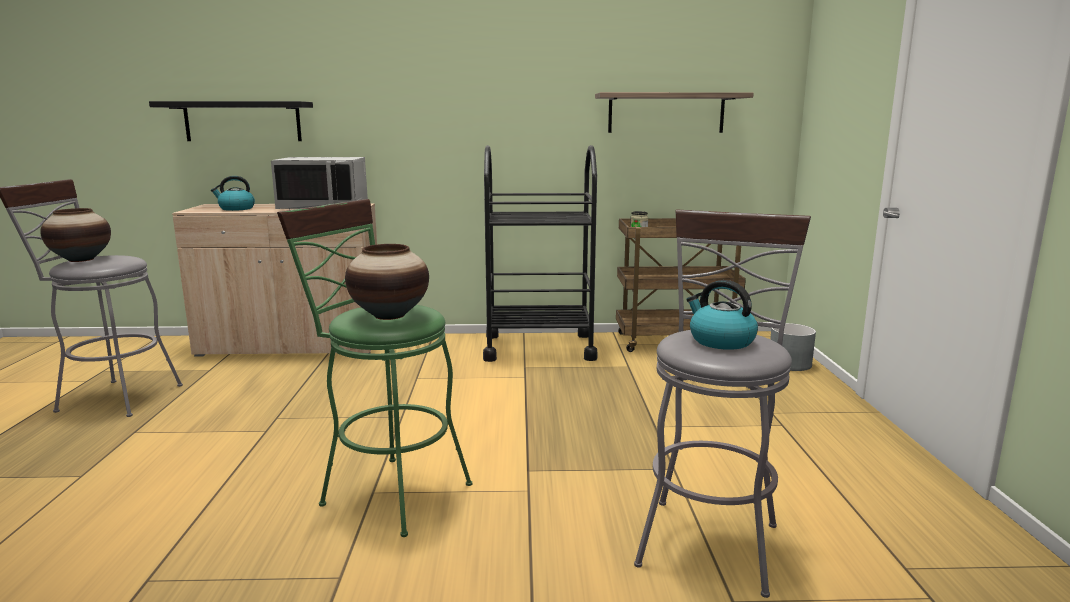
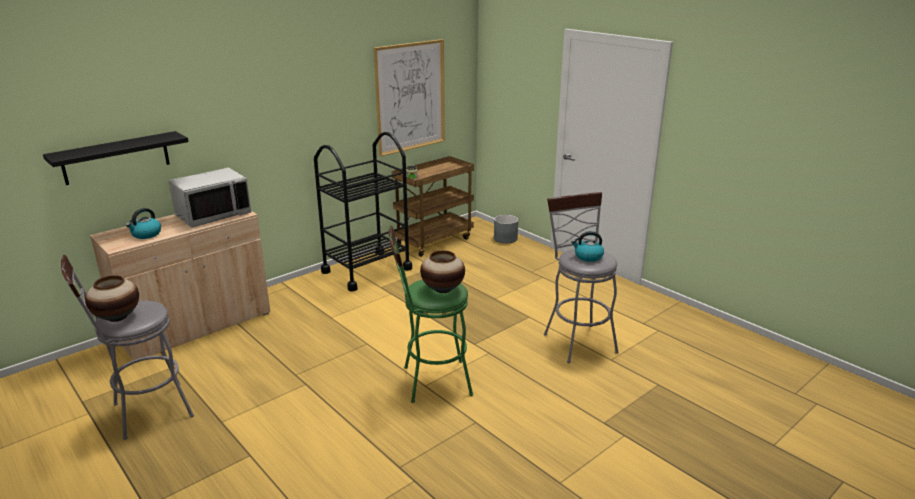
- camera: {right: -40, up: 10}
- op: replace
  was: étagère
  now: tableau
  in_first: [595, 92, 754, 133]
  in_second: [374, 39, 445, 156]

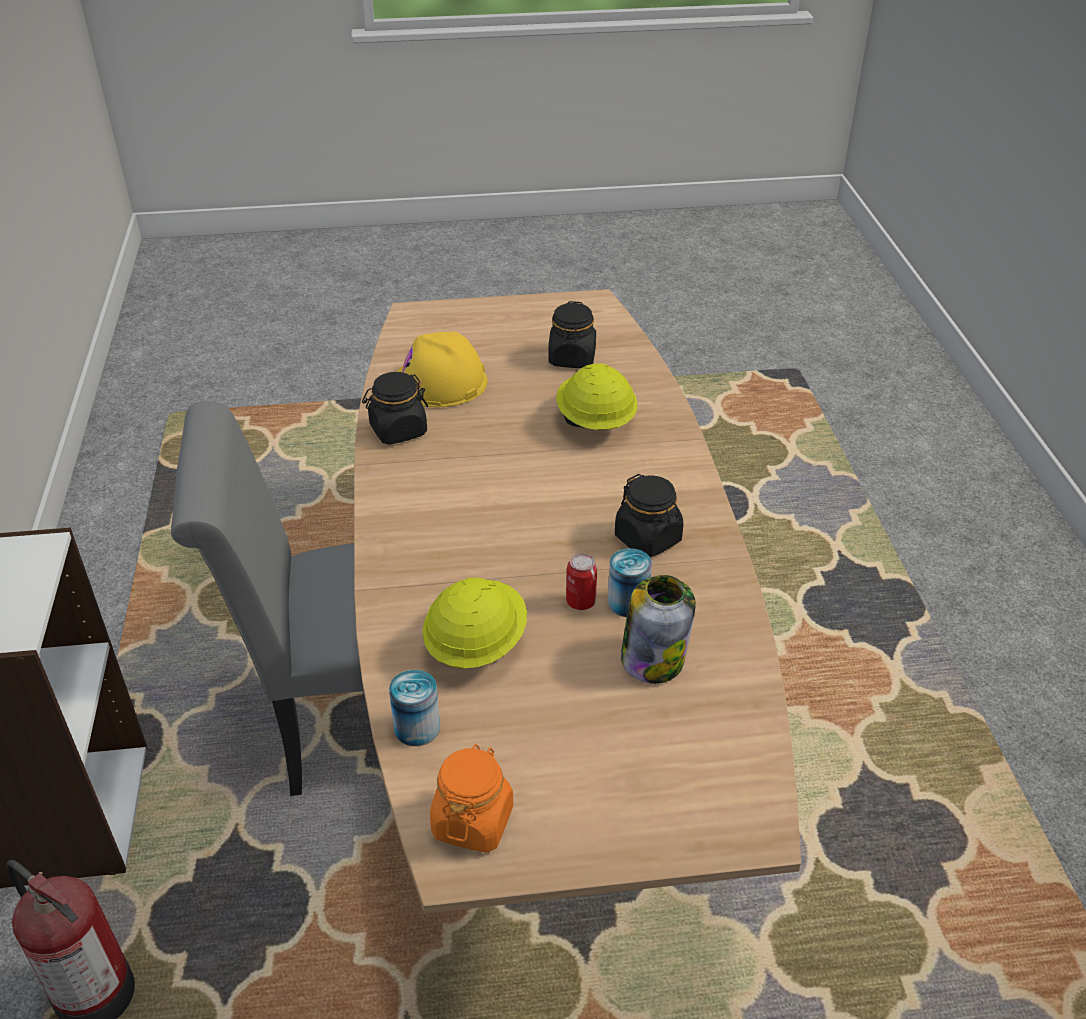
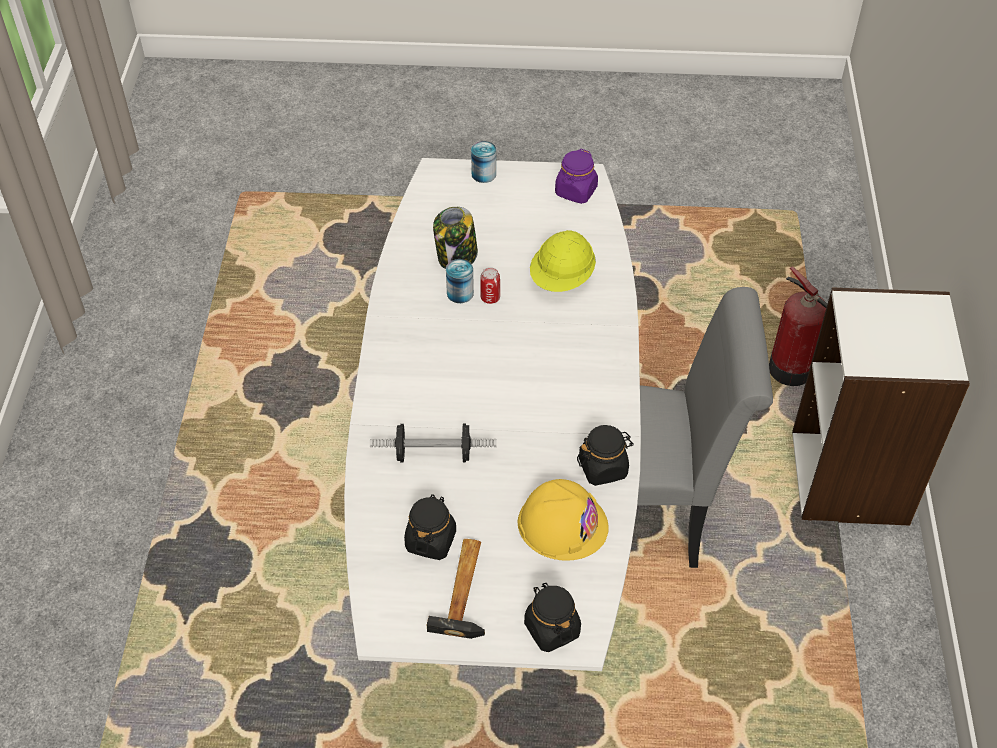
- camera: {right: -170, up: 10}
- op: recolor
  was: table à manger (marron)
  now: table à manger (blanc)
  in_first: [354, 289, 801, 914]
  in_second: [344, 158, 641, 671]
- op: replace
  was: casque de chantier (jaune)
  now: haltère
  in_first: [556, 363, 638, 430]
  in_second: [370, 424, 496, 463]
- op: insert
  now: marteau
  in_second: [427, 539, 485, 639]
- op: move
  was: boîte métallique
  in_first: [389, 670, 440, 746]
  in_second: [471, 141, 496, 183]
- op: move
  was: bocal (noir)
  in_first: [615, 474, 683, 558]
  in_second: [524, 583, 581, 652]
- op: recolor
  was: bocal (orange)
  now: bocal (violet)
  in_first: [430, 744, 513, 853]
  in_second: [555, 149, 598, 204]

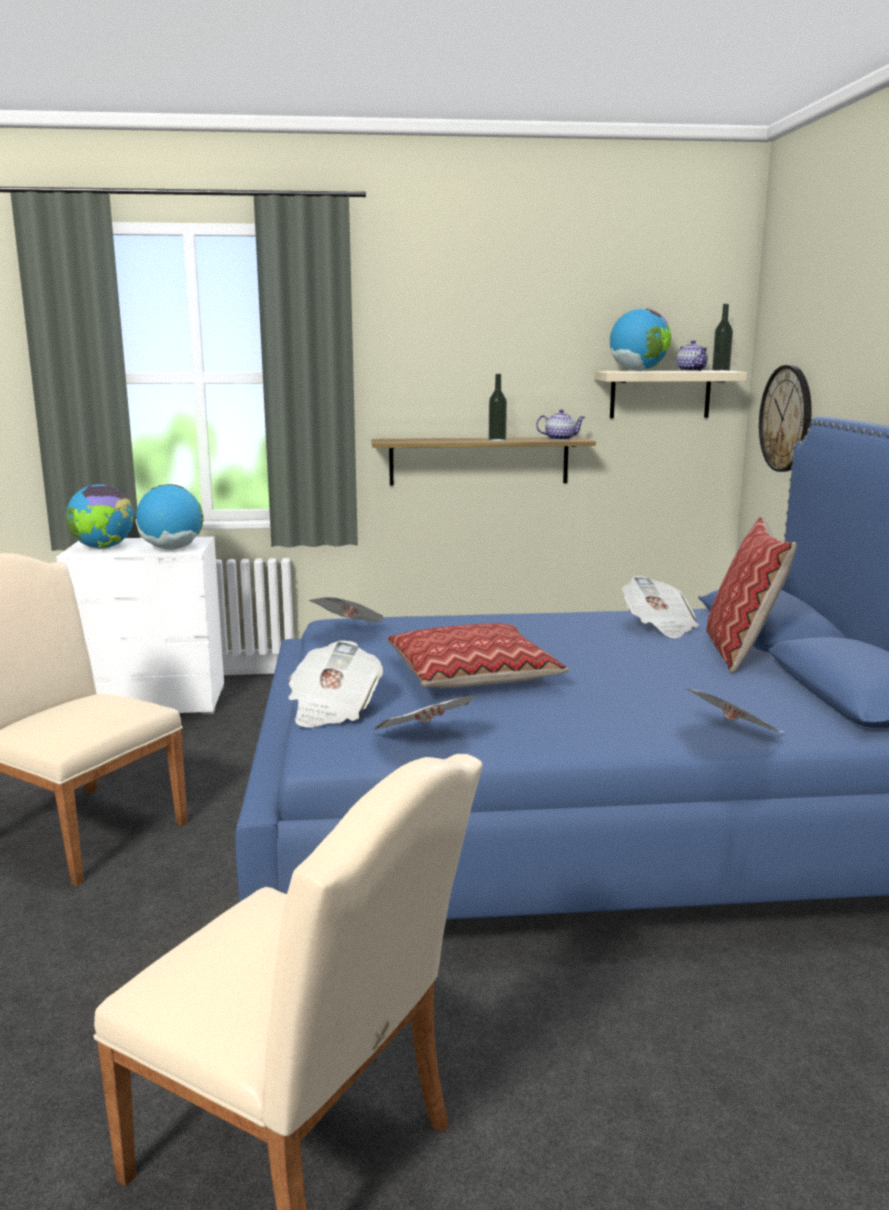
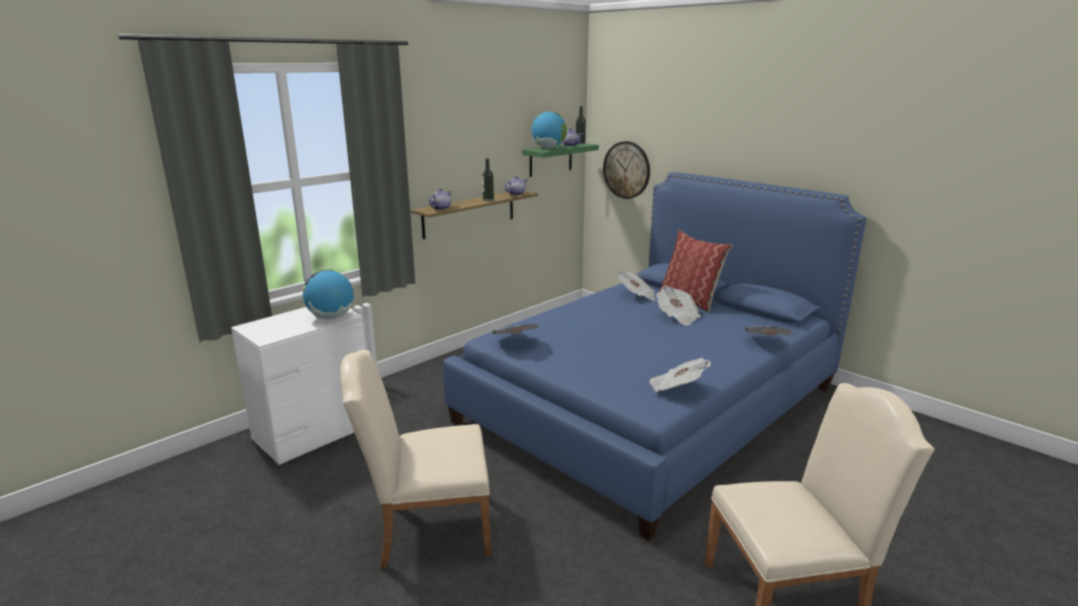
- camera: {right: -40, up: 5}
- op: insert
  now: théière
  in_second: [429, 189, 451, 210]
- op: recolor
  was: étagère (beige)
  now: étagère (vert)
  in_first: [595, 371, 747, 418]
  in_second: [522, 143, 599, 177]
- op: move
  was: journal
  in_first: [288, 640, 383, 727]
  in_second: [656, 286, 701, 326]
- op: delete
  was: globe
  in_first: [66, 485, 134, 549]
- op: delete
  was: coussin
  in_first: [387, 623, 569, 688]

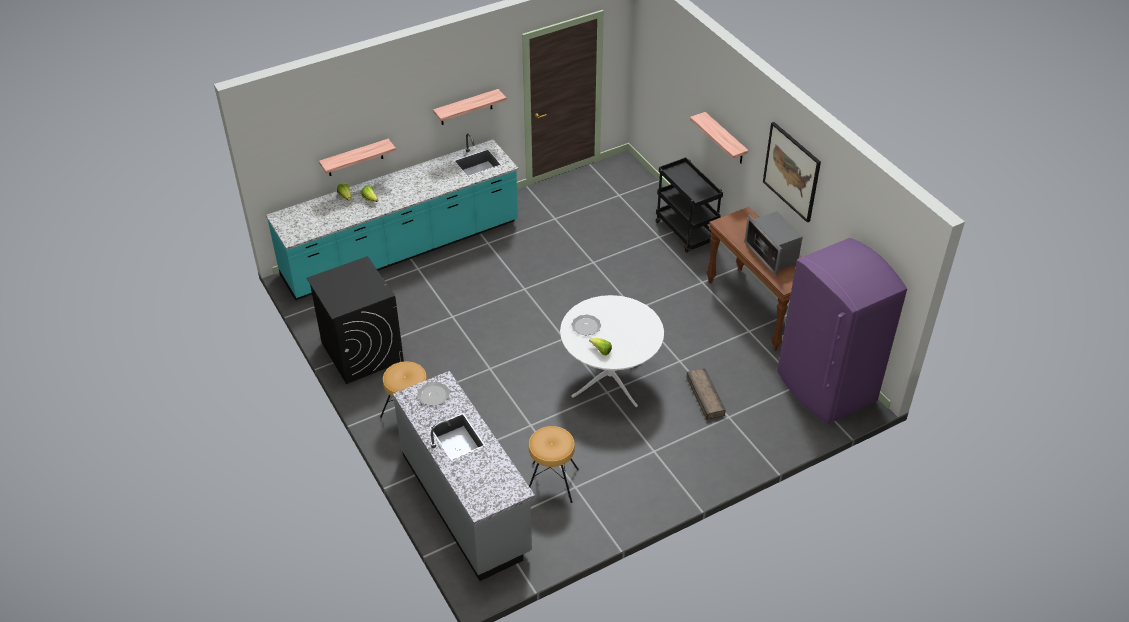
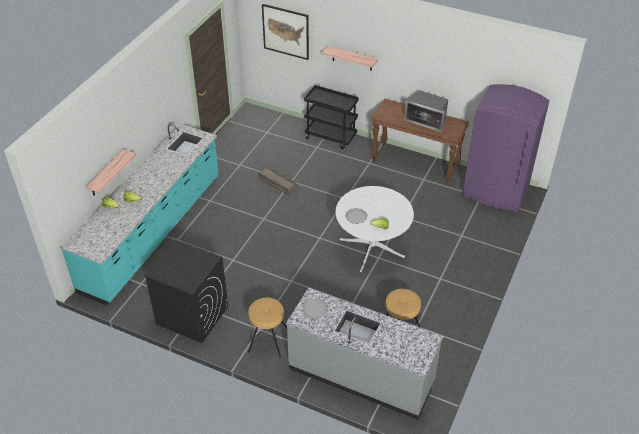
- camera: {right: -35, up: 0}
- op: move
  was: caisse
  in_first: [686, 368, 726, 420]
  in_second: [258, 167, 297, 195]
- op: move
  was: tableau
  in_first: [763, 122, 821, 222]
  in_second: [262, 4, 309, 60]
- op: delete
  was: étagère
  in_first: [433, 89, 507, 125]

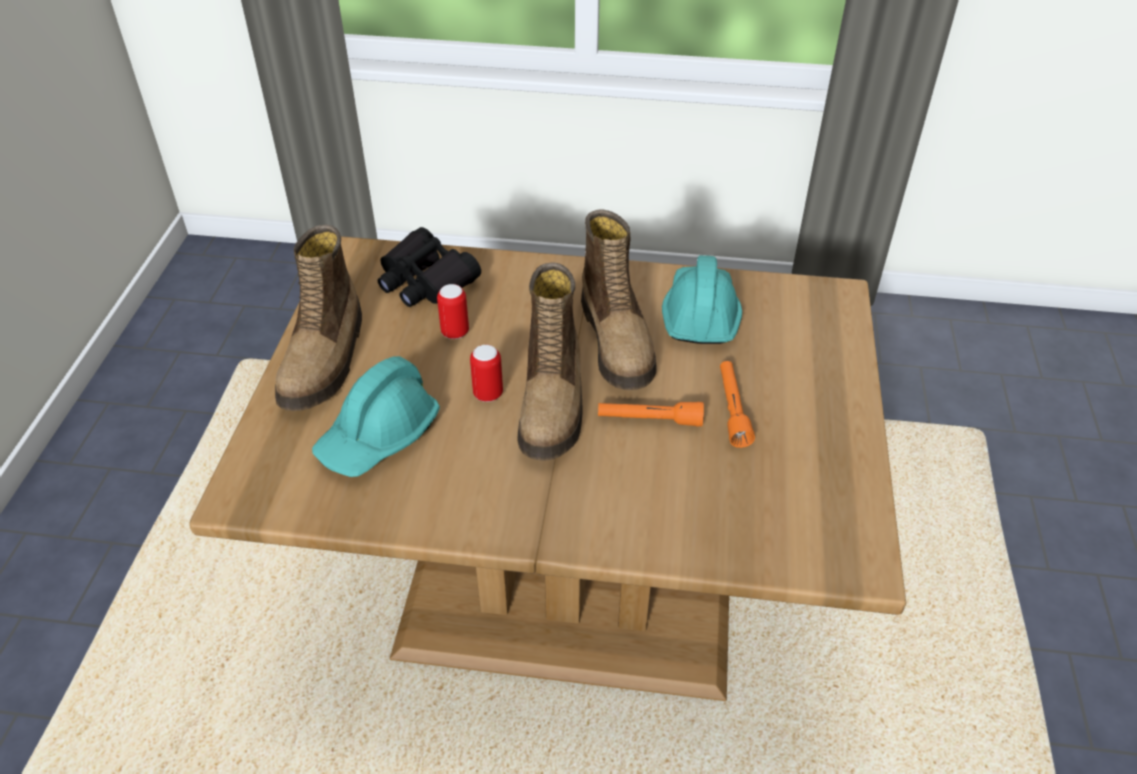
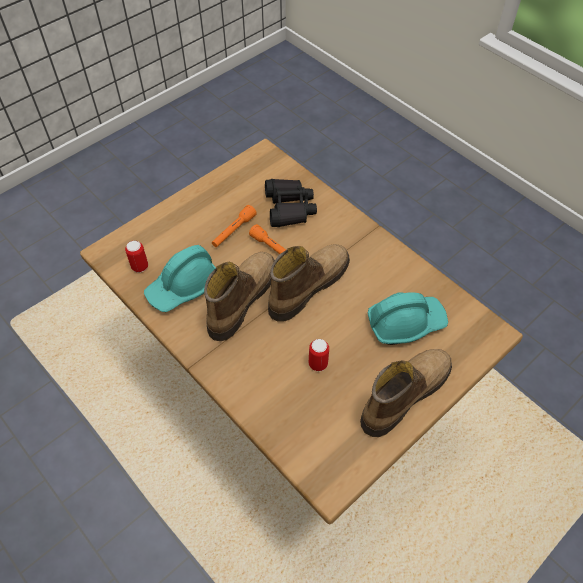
- camera: {right: -140, up: 10}
- op: move
  was: boîte métallique
  in_first: [470, 345, 503, 402]
  in_second: [125, 241, 148, 272]
- op: move
  was: jumelles (noir)
  in_first: [378, 227, 481, 307]
  in_second: [265, 179, 317, 227]

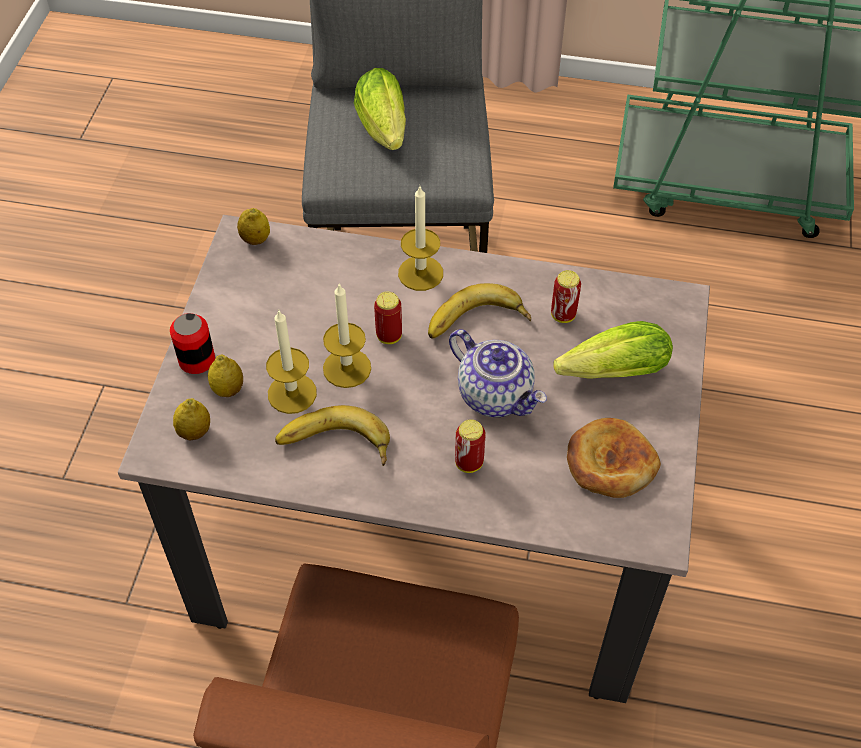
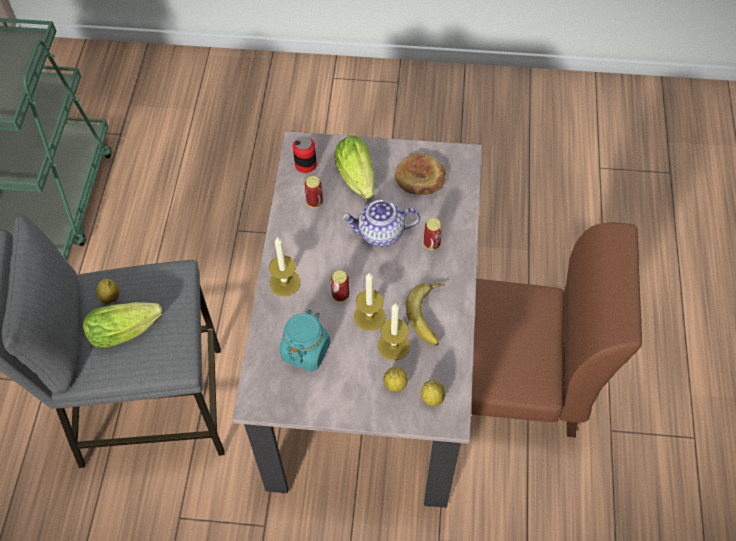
- camera: {right: -95, up: 5}
- op: move
  was: citron
  in_first: [237, 208, 270, 245]
  in_second: [96, 278, 119, 304]
- op: insert
  now: bocal (turquoise)
  in_second: [279, 310, 330, 372]
- op: move
  was: boîte métallique
  in_first: [170, 313, 215, 374]
  in_second: [293, 137, 317, 173]
- op: rotate
  was: théière
  in_first: [449, 329, 547, 417]
  in_second: [342, 200, 420, 247]
  clockwise: -135
- op: delete
  was: banane
  in_first: [428, 283, 531, 339]

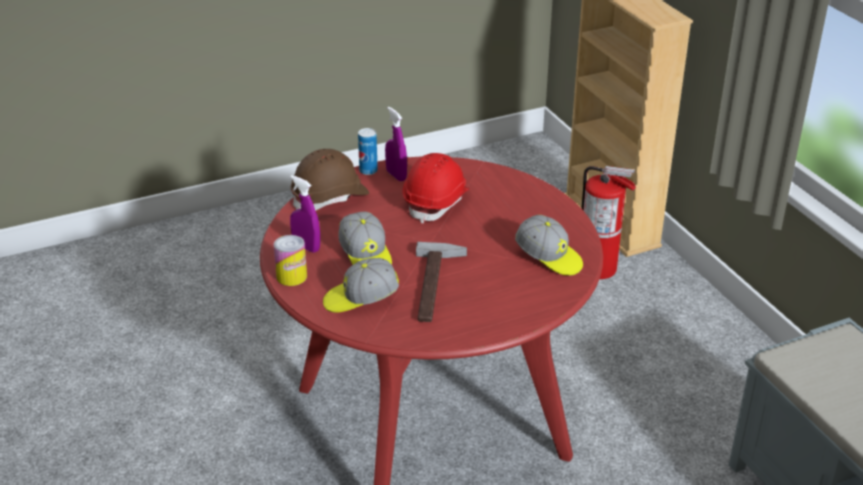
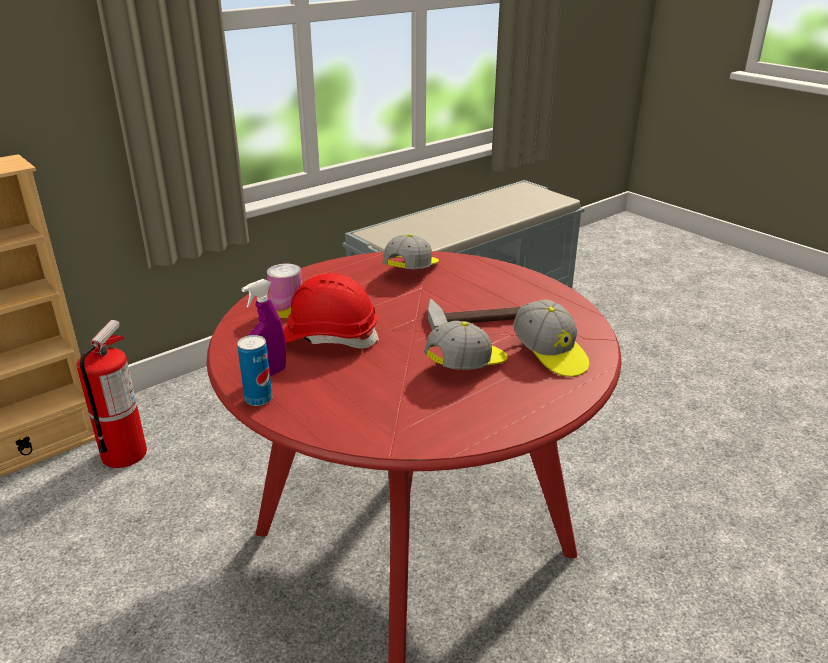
- camera: {right: -105, up: -5}
- op: move
  was: boîte métallique
  in_first: [273, 235, 307, 286]
  in_second: [267, 264, 302, 318]
- op: delete
  was: vaporisateur (violet)
  in_first: [290, 175, 320, 253]
- op: delete
  was: casque de chantier (marron)
  in_first: [291, 149, 369, 211]

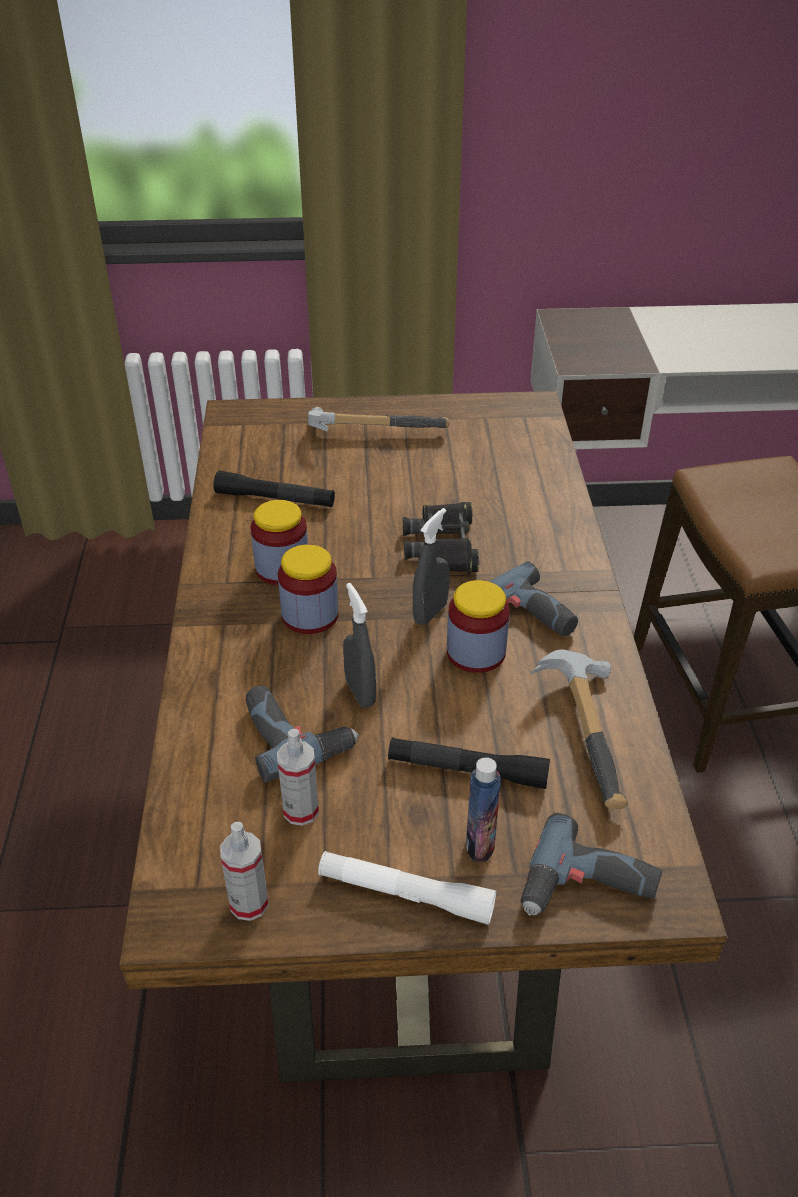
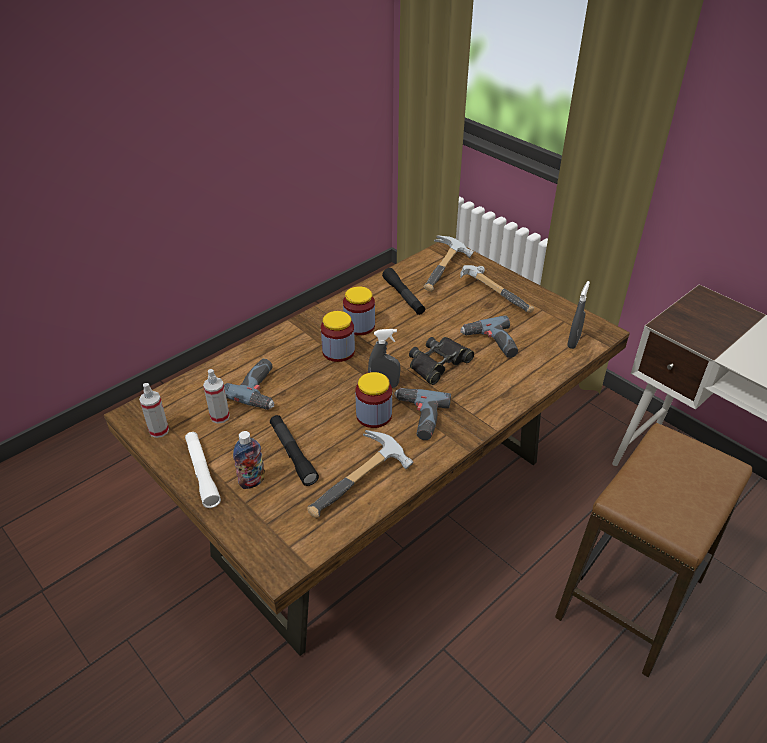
- camera: {right: 50, up: 0}
- op: insert
  now: marteau
  in_second: [424, 235, 474, 292]
- op: move
  was: perceuse
  in_first: [521, 813, 662, 916]
  in_second: [460, 315, 518, 358]
- op: move
  was: vaporisateur (gris)
  in_first: [343, 583, 376, 708]
  in_second: [567, 281, 590, 349]

